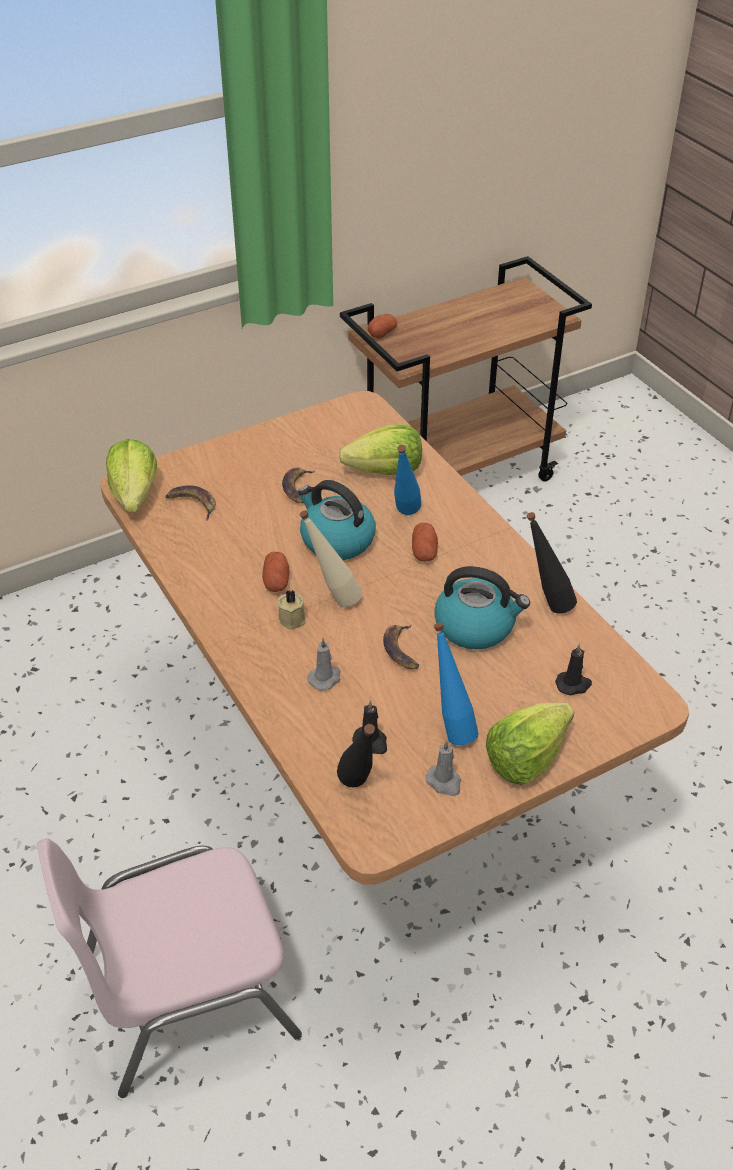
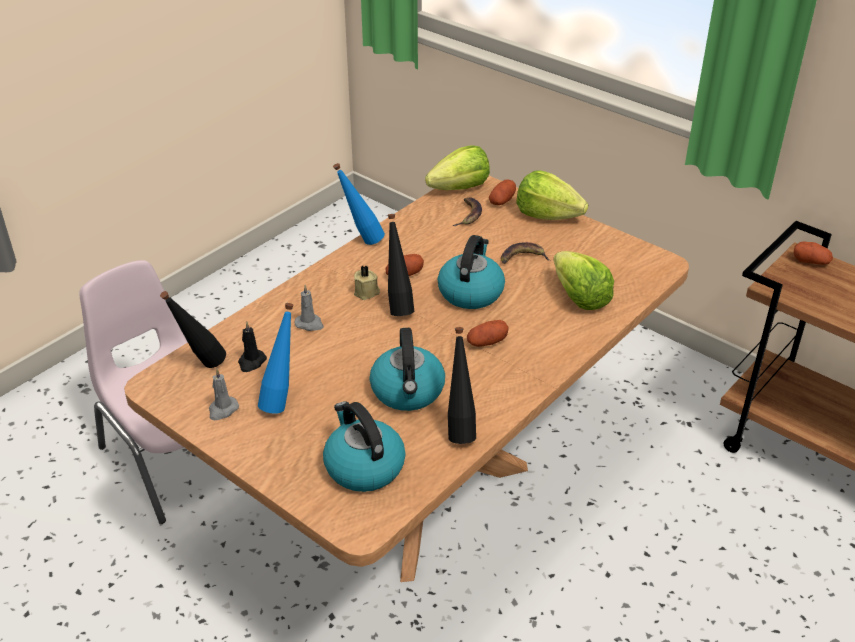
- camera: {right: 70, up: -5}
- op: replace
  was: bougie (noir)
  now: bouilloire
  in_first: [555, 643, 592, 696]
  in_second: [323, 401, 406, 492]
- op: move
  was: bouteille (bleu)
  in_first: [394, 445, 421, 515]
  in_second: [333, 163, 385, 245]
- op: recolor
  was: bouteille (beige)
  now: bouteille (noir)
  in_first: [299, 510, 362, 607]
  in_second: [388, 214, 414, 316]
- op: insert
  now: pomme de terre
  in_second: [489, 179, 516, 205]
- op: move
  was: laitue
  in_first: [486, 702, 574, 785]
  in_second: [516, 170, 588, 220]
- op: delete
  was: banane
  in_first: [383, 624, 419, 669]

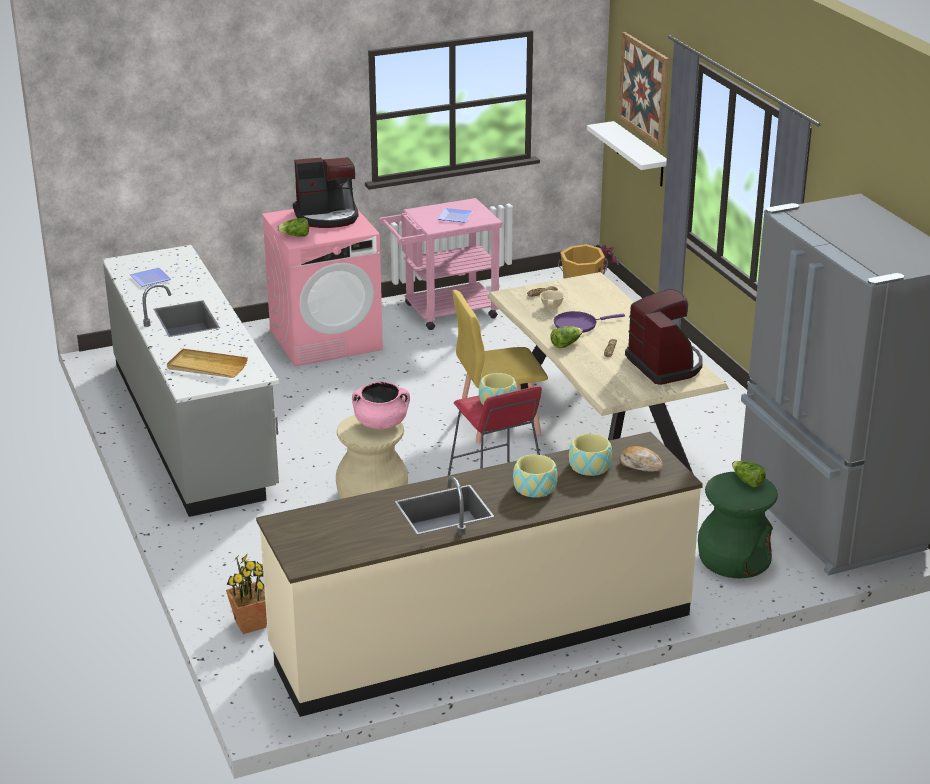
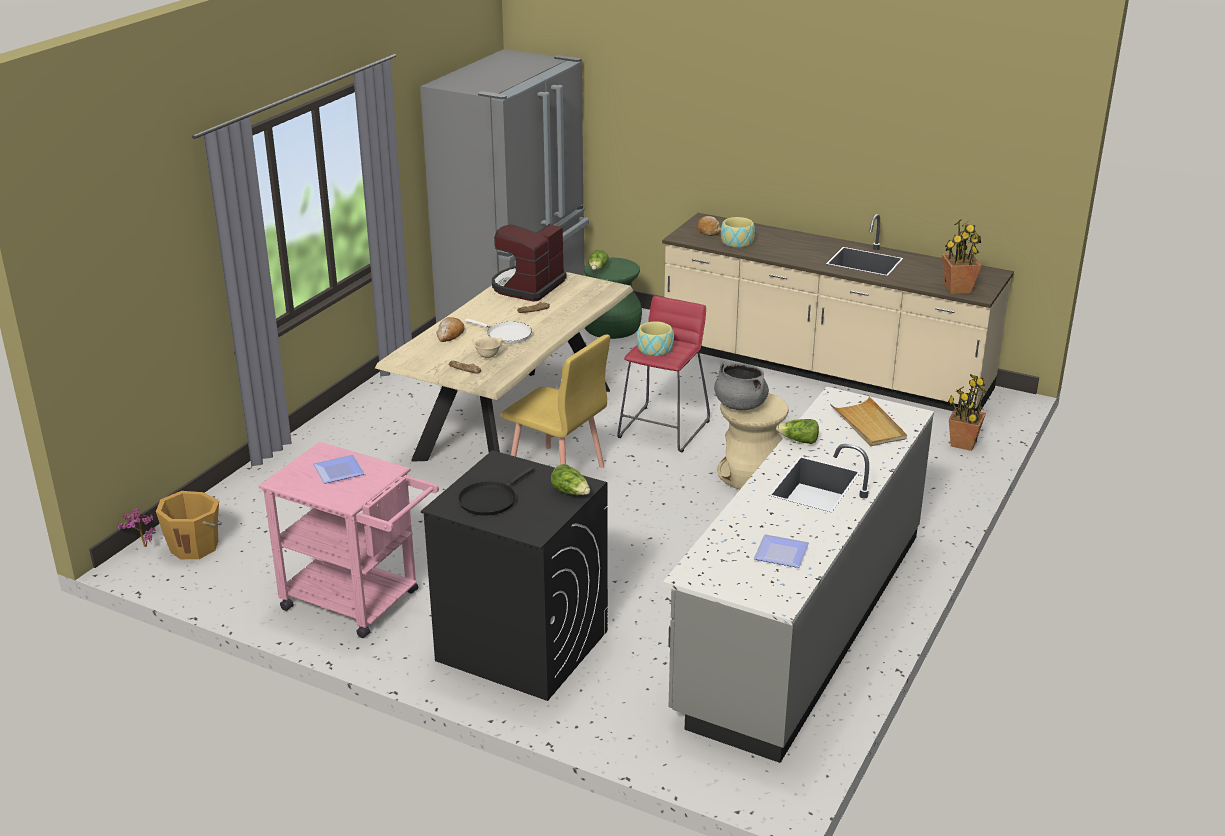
- camera: {right: -130, up: 0}
- op: recolor
  was: lave-linge (rose)
  now: lave-linge (noir)
  in_first: [262, 209, 383, 367]
  in_second: [421, 450, 608, 701]
- op: insert
  now: pain
  in_second: [436, 317, 465, 342]
- op: replace
  was: machine à café
  now: poêle (noir)
  in_first: [293, 157, 358, 228]
  in_second: [458, 467, 534, 515]
- op: recolor
  was: poêle (violet)
  now: poêle (blanc)
  in_first: [554, 311, 625, 333]
  in_second: [465, 318, 532, 344]
- op: recolor
  was: marmite (rose)
  now: marmite (gris)
  in_first: [352, 381, 410, 429]
  in_second: [714, 361, 769, 410]
- op: move
  was: laitue
  in_first: [550, 326, 583, 348]
  in_second: [776, 419, 819, 444]
- op: insert
  now: plante en pot
  in_second: [942, 219, 981, 294]
- op: delete
  was: bol
  in_first: [513, 454, 558, 498]
- op: delete
  was: étagère (blanc)
  in_first: [587, 121, 667, 187]
- op: delete
  was: tableau
  in_first: [618, 32, 669, 148]

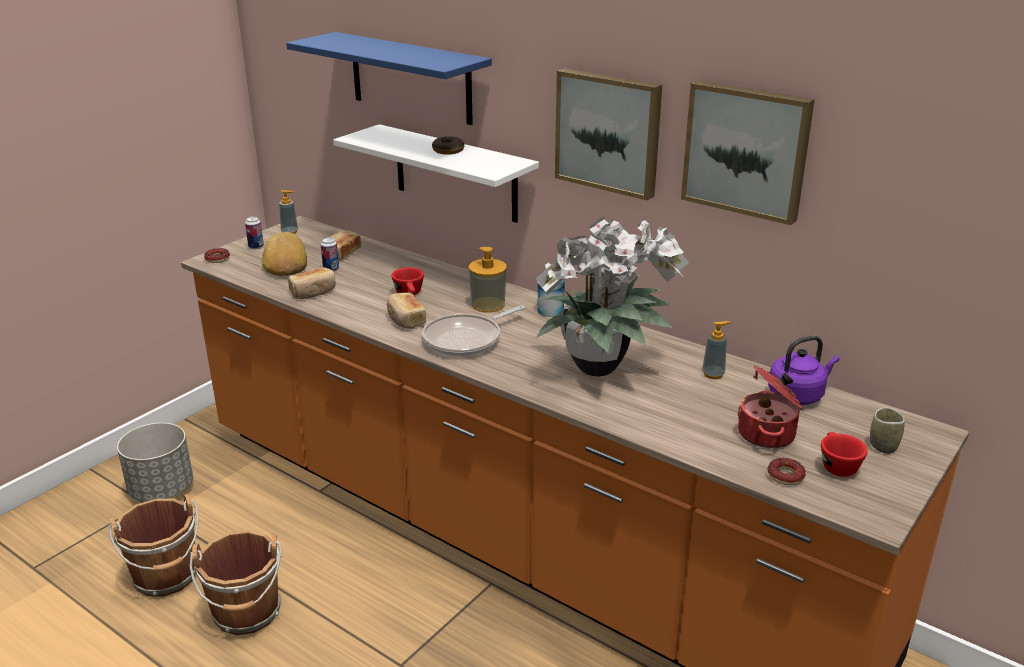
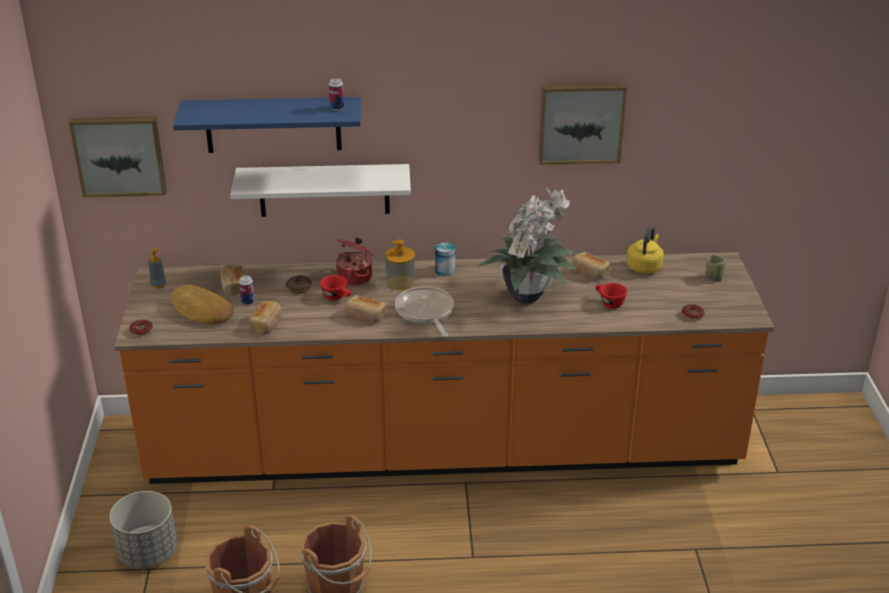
- camera: {right: -40, up: 5}
- op: move
  was: tableau
  in_first: [555, 68, 662, 201]
  in_second: [69, 116, 167, 197]
- op: move
  was: beignet
  in_first: [432, 136, 464, 155]
  in_second: [286, 276, 312, 294]
- op: move
  was: boîte métallique
  in_first: [245, 216, 264, 249]
  in_second: [329, 78, 344, 110]
- op: move
  was: marmite
  in_first: [737, 365, 803, 448]
  in_second: [336, 238, 374, 286]
- op: rotate
  was: poêle
  in_first: [422, 305, 525, 356]
  in_second: [395, 287, 454, 337]
  clockwise: 150
- op: replace
  was: distributeur de savon
  now: pain
  in_first: [702, 321, 731, 379]
  in_second: [572, 252, 610, 280]
- op: move
  was: tasse (rouge)
  in_first: [821, 432, 868, 477]
  in_second: [596, 283, 627, 309]
- op: recolor
  was: bouilloire (violet)
  now: bouilloire (jaune)
  in_first: [768, 335, 839, 405]
  in_second: [626, 227, 664, 274]

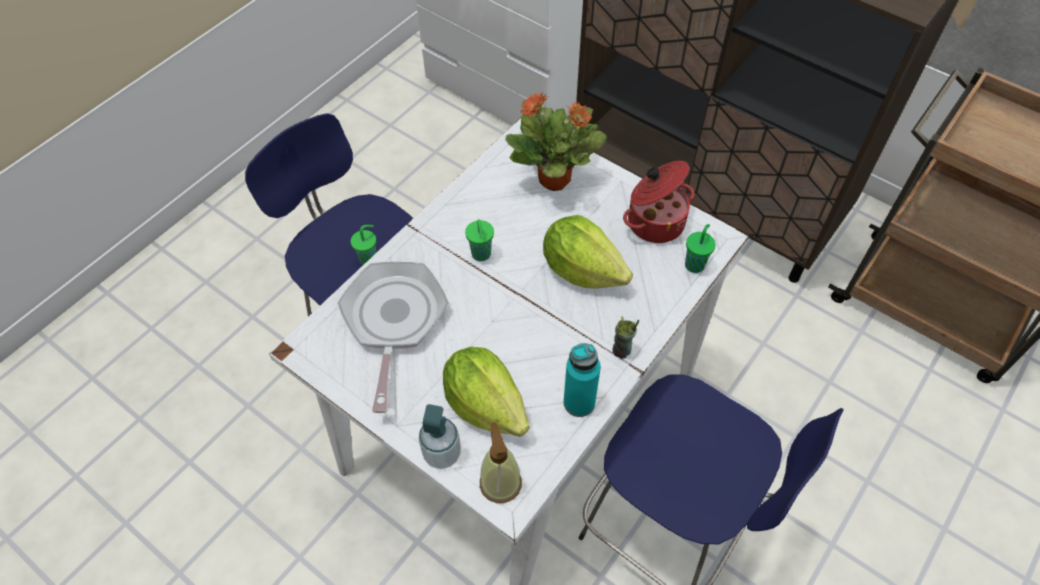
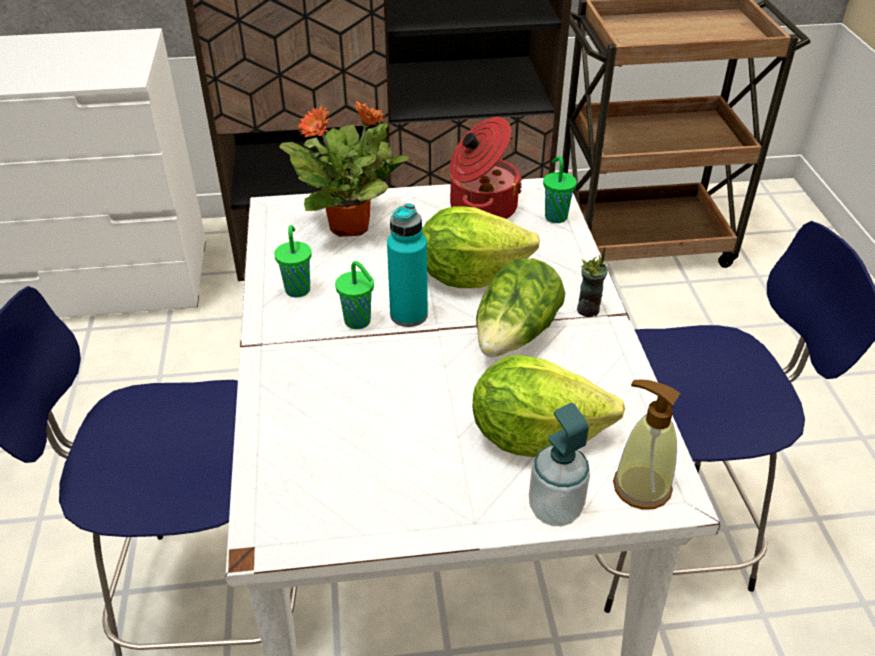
- camera: {right: -45, up: -15}
- op: move
  was: tasse (vert)
  in_first: [351, 225, 376, 265]
  in_second: [274, 225, 312, 298]
- op: move
  was: bouteille (turquoise)
  in_first: [563, 343, 601, 417]
  in_second: [387, 203, 428, 327]
- op: insert
  now: laitue
  in_second: [476, 258, 565, 357]
- op: delete
  was: poêle
  in_first: [338, 262, 449, 413]

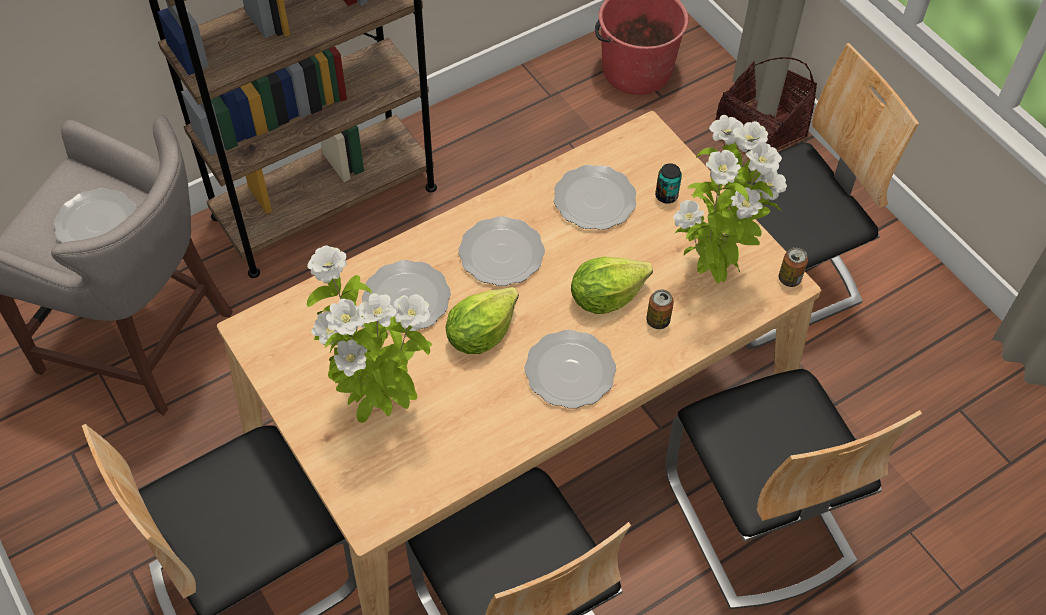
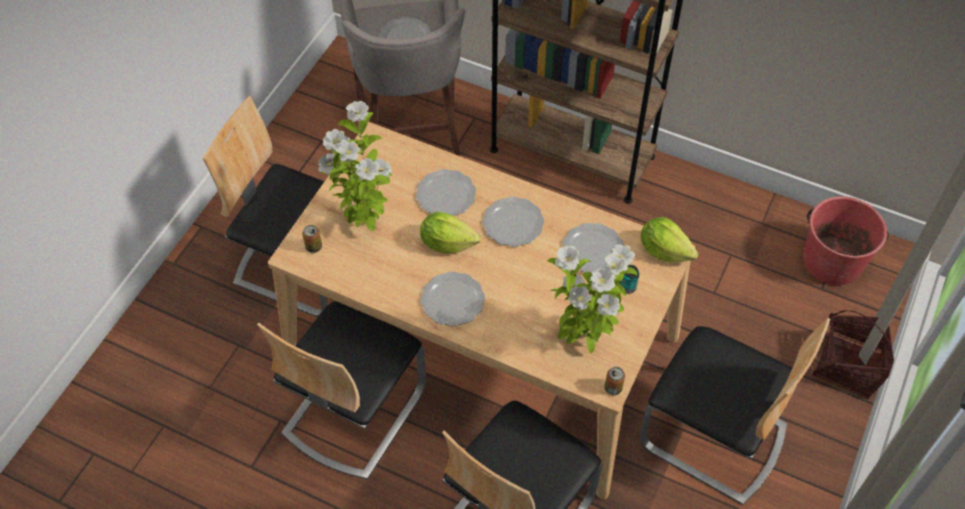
- camera: {right: 60, up: 0}
- op: move
  was: boîte métallique
  in_first: [646, 289, 674, 329]
  in_second: [302, 225, 322, 253]
- op: move
  was: laitue
  in_first: [571, 257, 653, 314]
  in_second: [641, 217, 699, 263]

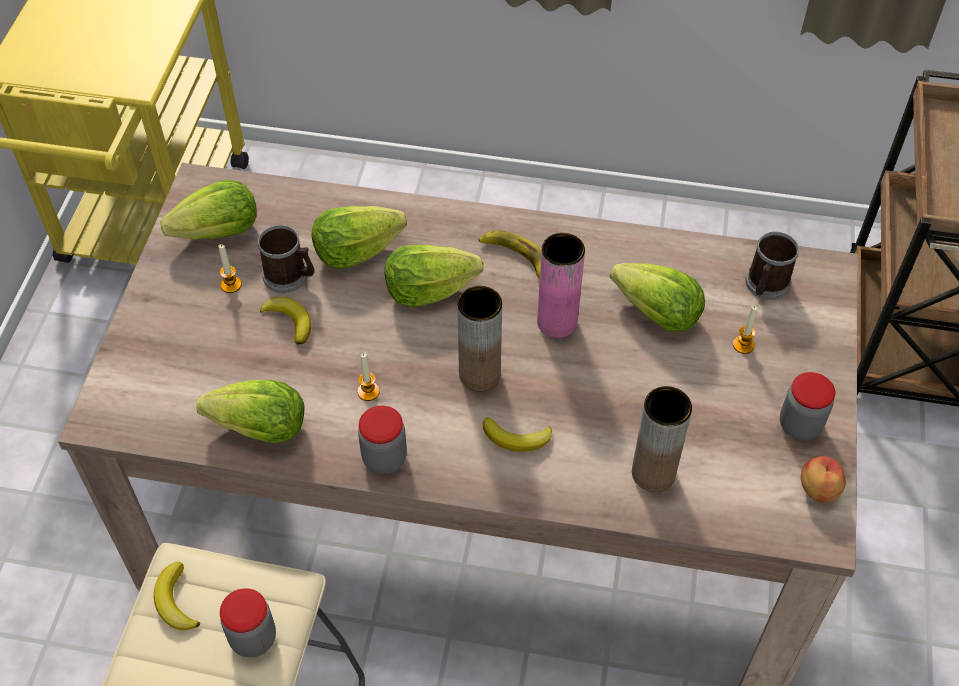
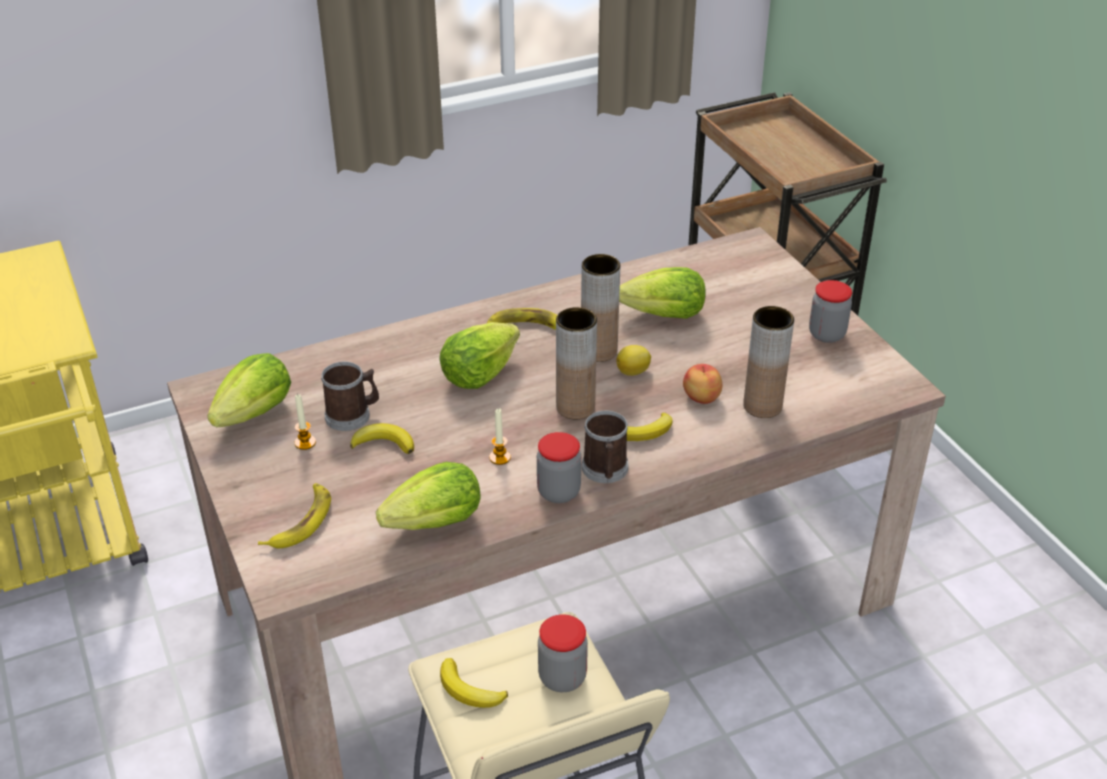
- camera: {right: -35, up: -15}
- op: insert
  now: banane
  in_second: [258, 483, 331, 548]
- op: recolor
  was: vase (rose)
  now: vase (marron)
  in_first: [537, 233, 585, 338]
  in_second: [581, 254, 620, 362]
- op: move
  was: mug
  in_first: [745, 232, 799, 300]
  in_second: [582, 411, 628, 483]
- op: insert
  now: citron
  in_second: [617, 345, 651, 376]
- op: move
  was: pomme
  in_first: [801, 456, 846, 503]
  in_second: [683, 364, 722, 404]
- op: delete
  was: laitue
  in_first: [312, 206, 407, 269]
- op: delete
  was: bougie
  in_first: [733, 305, 758, 354]

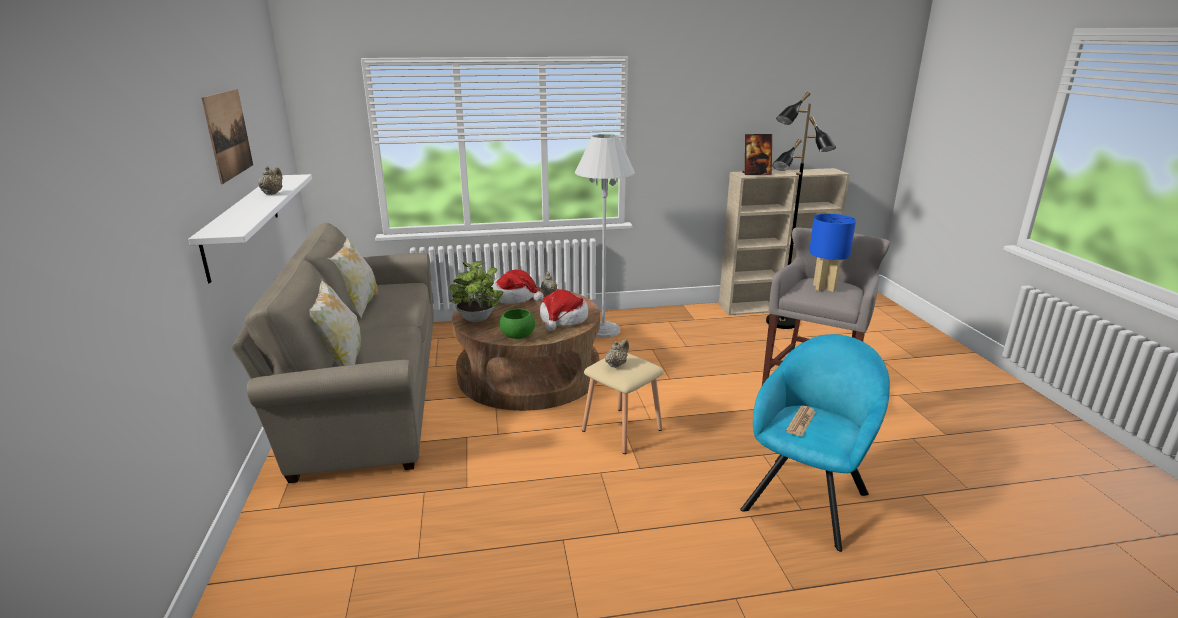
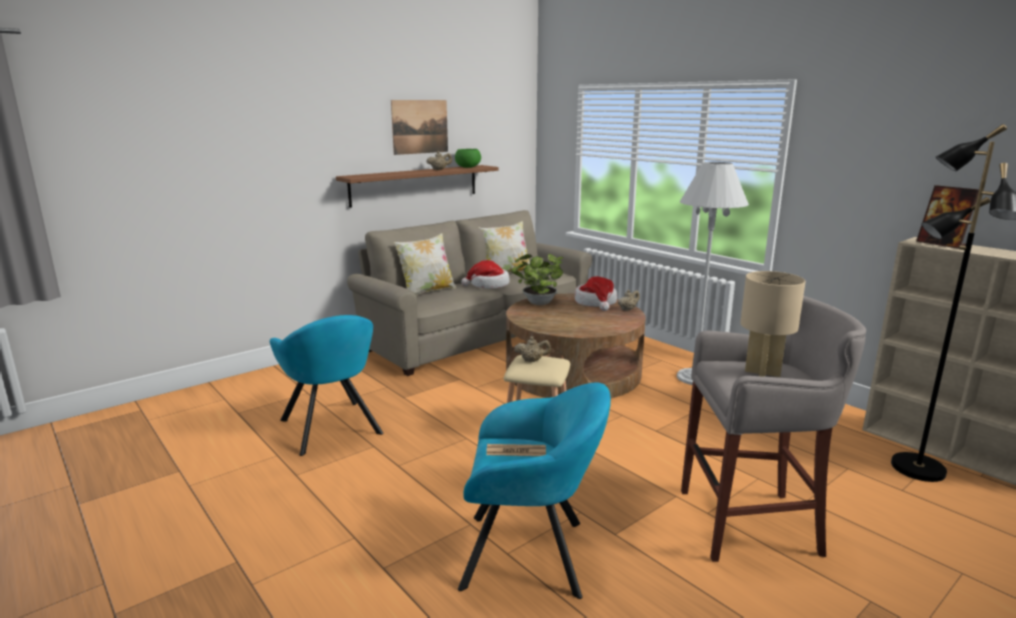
- camera: {right: 60, up: -5}
- op: insert
  now: fauteuil (turquoise)
  in_second: [270, 315, 384, 456]
- op: recolor
  was: étagère (blanc)
  now: étagère (marron)
  in_first: [188, 174, 312, 283]
  in_second: [336, 165, 499, 208]
- op: move
  was: bol (vert)
  in_first: [500, 309, 535, 339]
  in_second: [455, 149, 481, 168]
- op: move
  was: chapeau
  in_first: [540, 290, 588, 331]
  in_second: [461, 260, 510, 289]
- op: recolor
  was: lampe de table (bleu)
  now: lampe de table (beige)
  in_first: [809, 214, 856, 292]
  in_second: [740, 271, 806, 377]

